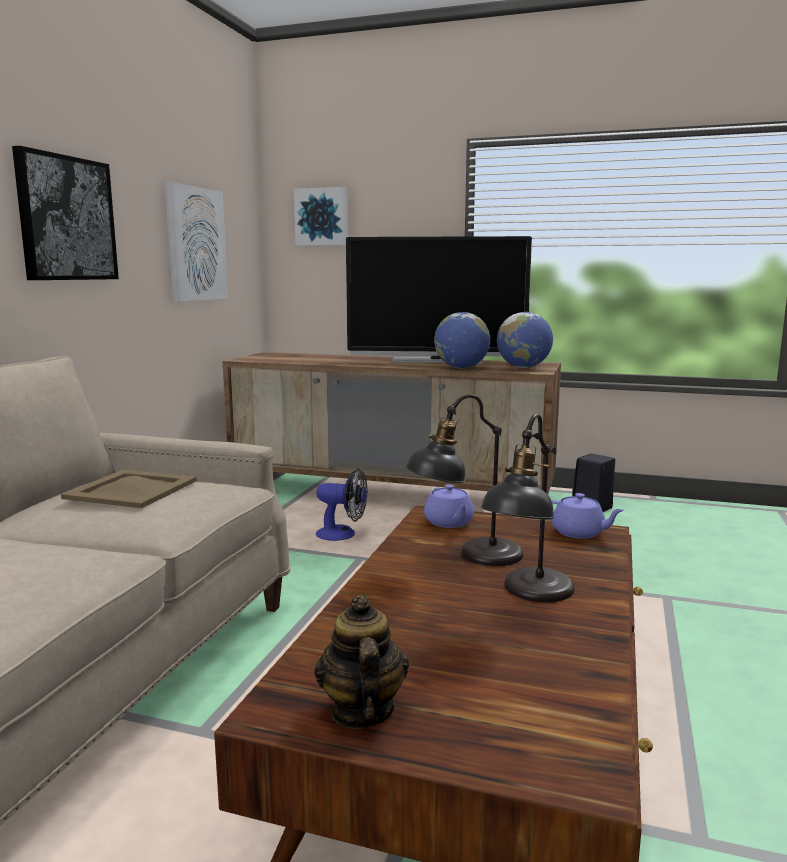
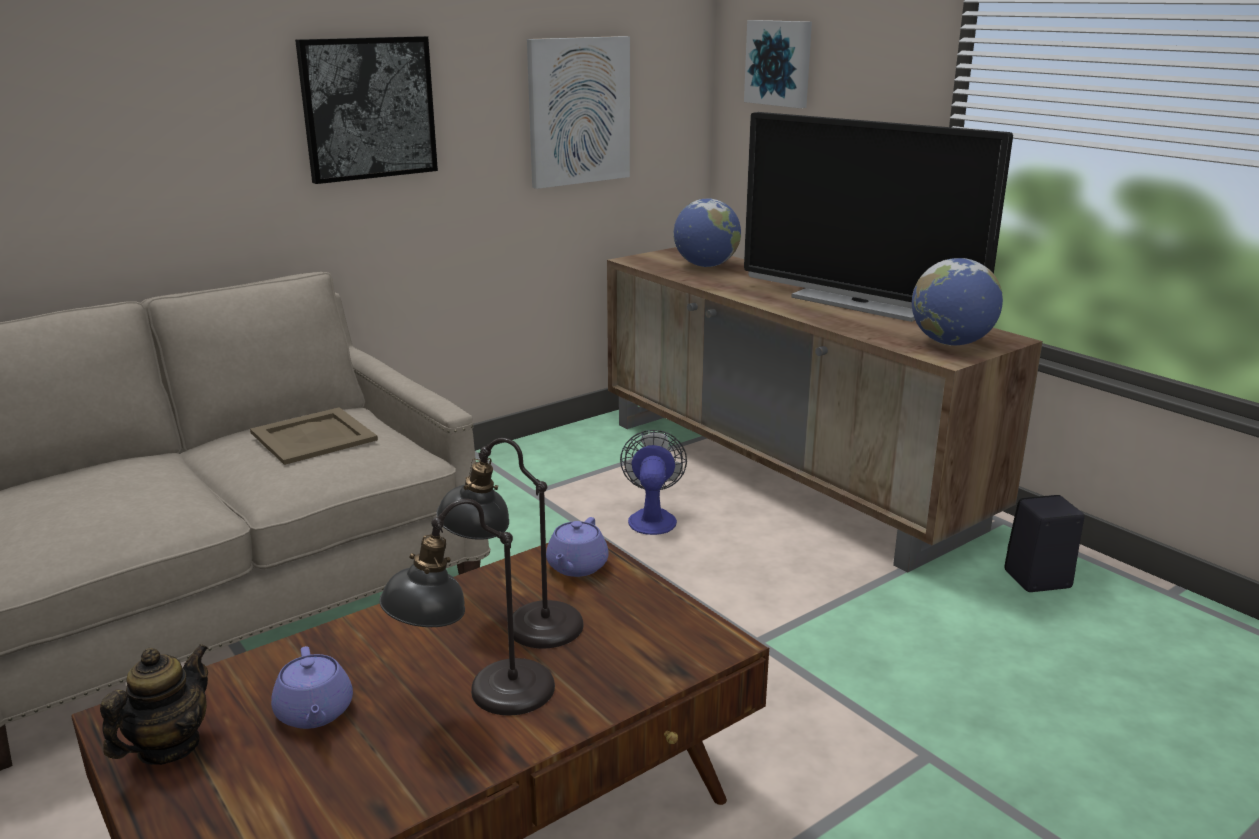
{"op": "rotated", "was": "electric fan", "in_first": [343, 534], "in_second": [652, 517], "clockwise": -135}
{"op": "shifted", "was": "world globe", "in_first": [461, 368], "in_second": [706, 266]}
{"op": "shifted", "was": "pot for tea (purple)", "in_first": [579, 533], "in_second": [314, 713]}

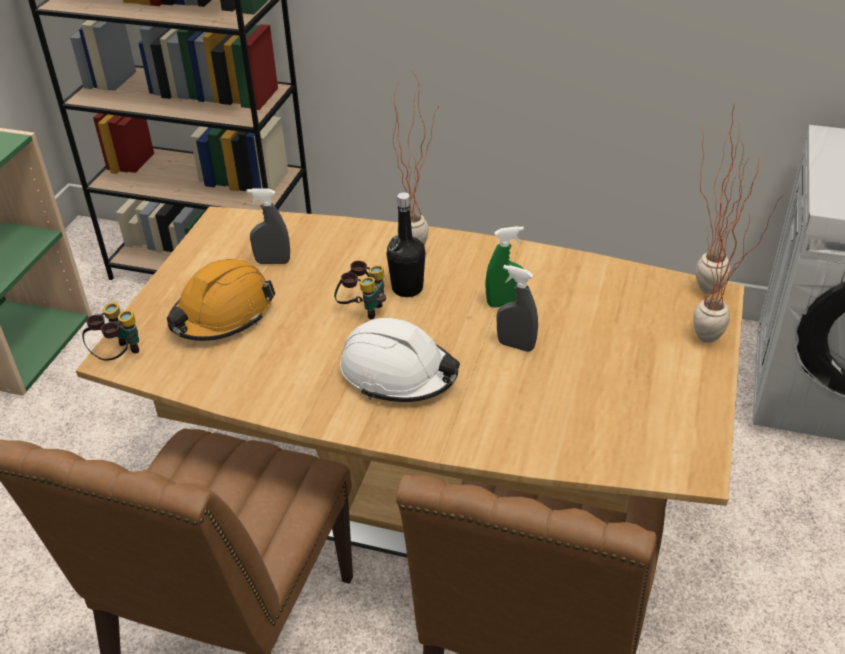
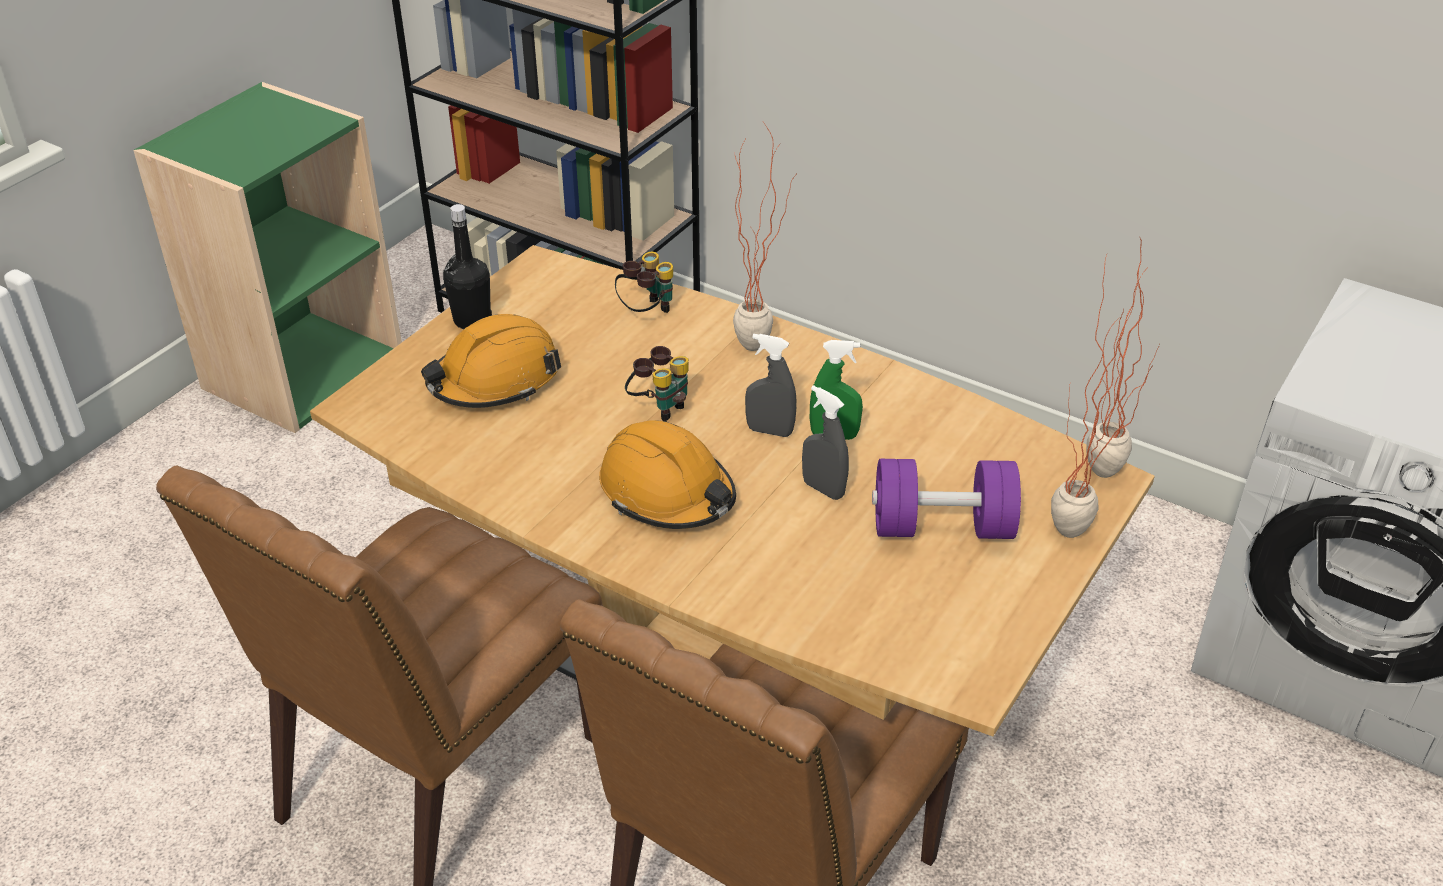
{"op": "shifted", "was": "binoculars", "in_first": [118, 356], "in_second": [646, 311]}
{"op": "shifted", "was": "spray bottle (greyish)", "in_first": [273, 262], "in_second": [769, 431]}
{"op": "repainted", "was": "safety helmet (white)", "now": "safety helmet (orange-coloured)", "in_first": [398, 374], "in_second": [667, 493]}
{"op": "shifted", "was": "bottle (black-coloured)", "in_first": [407, 288], "in_second": [472, 320]}
{"op": "new", "now": "dumbbell (purple)", "in_second": [942, 527]}

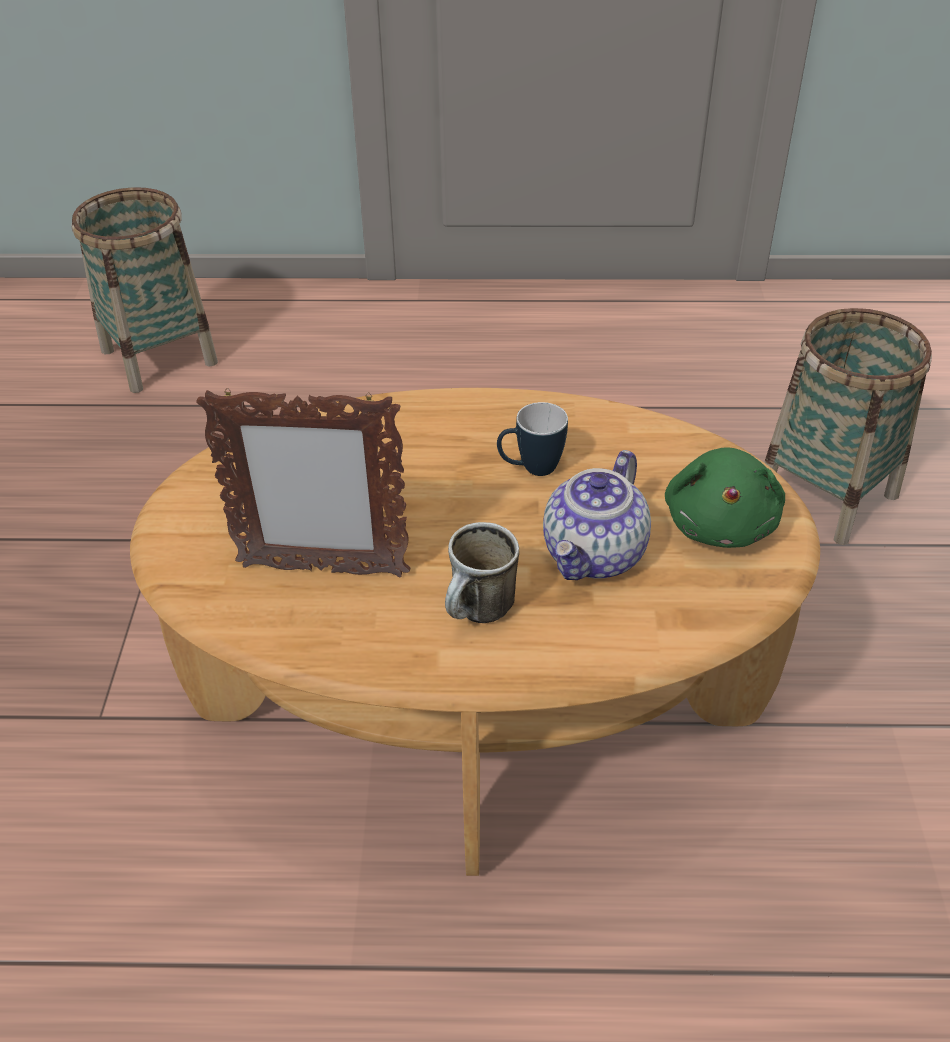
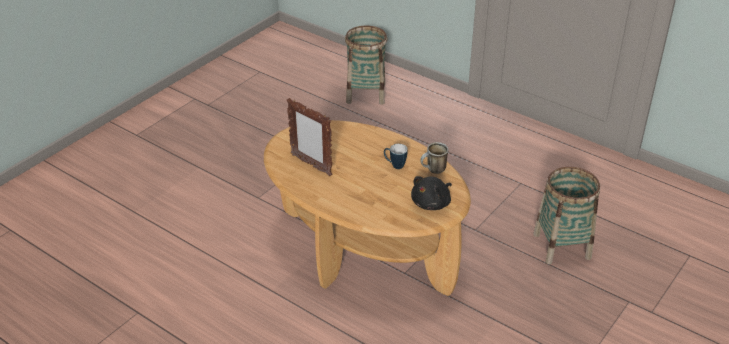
{"op": "shifted", "was": "tea mug", "in_first": [480, 614], "in_second": [433, 170]}
{"op": "gone", "was": "pot for tea", "in_first": [595, 555]}
{"op": "repainted", "was": "cuddly toy (green)", "now": "cuddly toy (black-coloured)", "in_first": [720, 523], "in_second": [432, 203]}

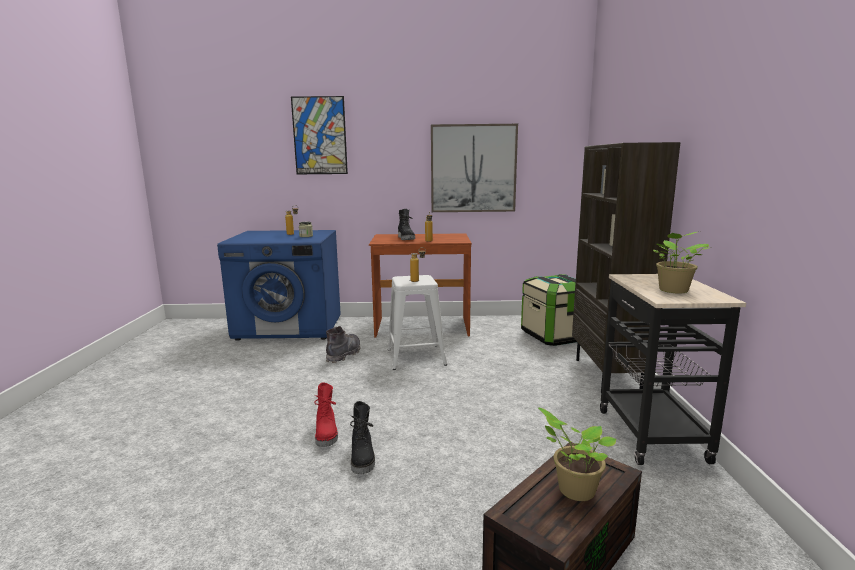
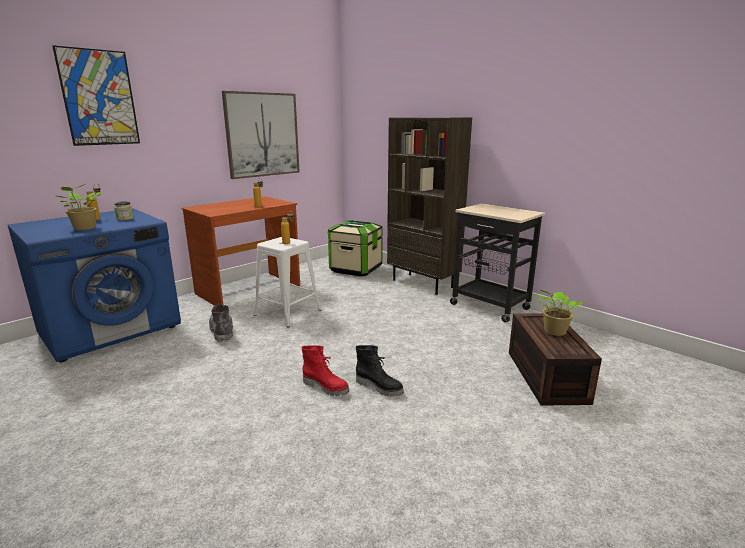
{"op": "gone", "was": "boot (black-coloured)", "in_first": [406, 239]}
{"op": "shifted", "was": "houseplant", "in_first": [673, 291], "in_second": [84, 228]}

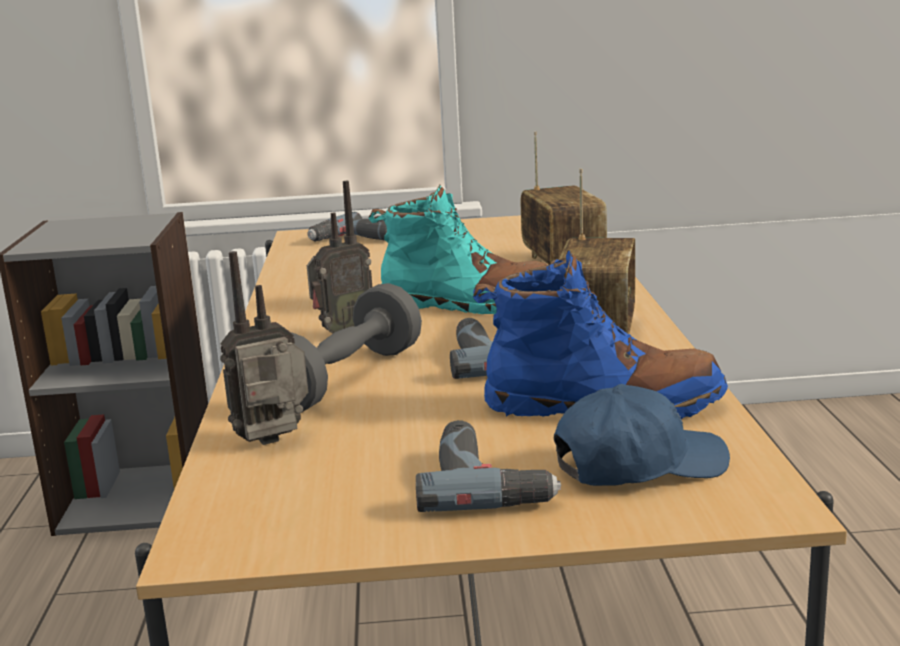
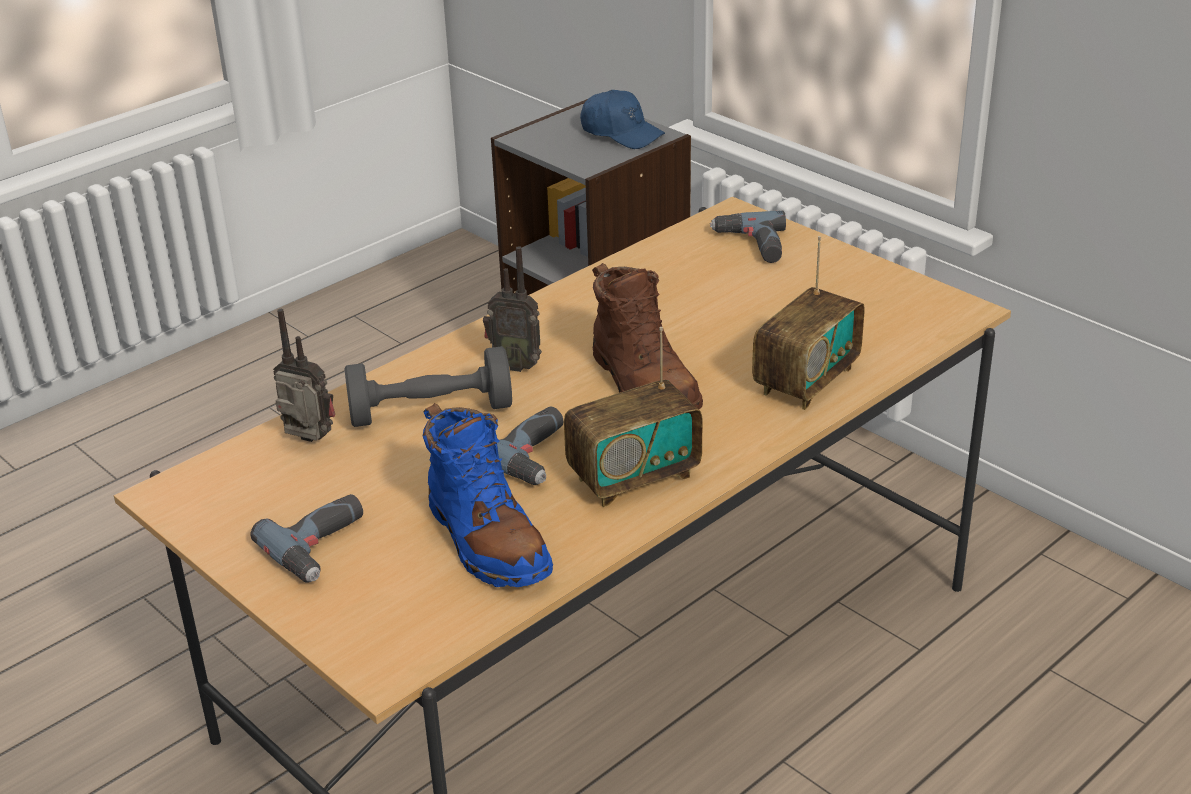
{"op": "repainted", "was": "boot (turquoise)", "now": "boot (brownish)", "in_first": [466, 304], "in_second": [643, 383]}
{"op": "shifted", "was": "peaked cap (bluish)", "in_first": [638, 465], "in_second": [621, 133]}

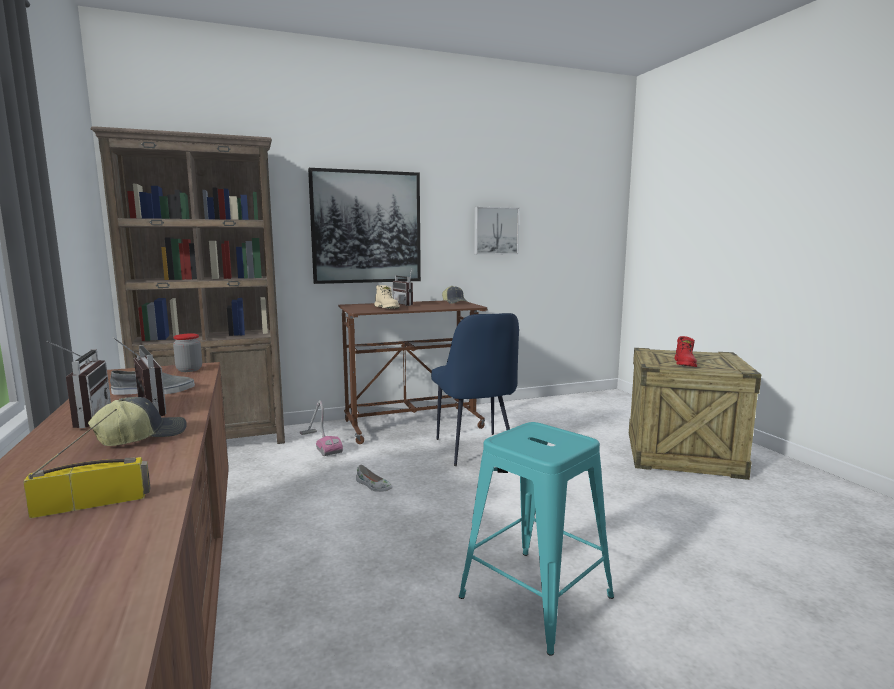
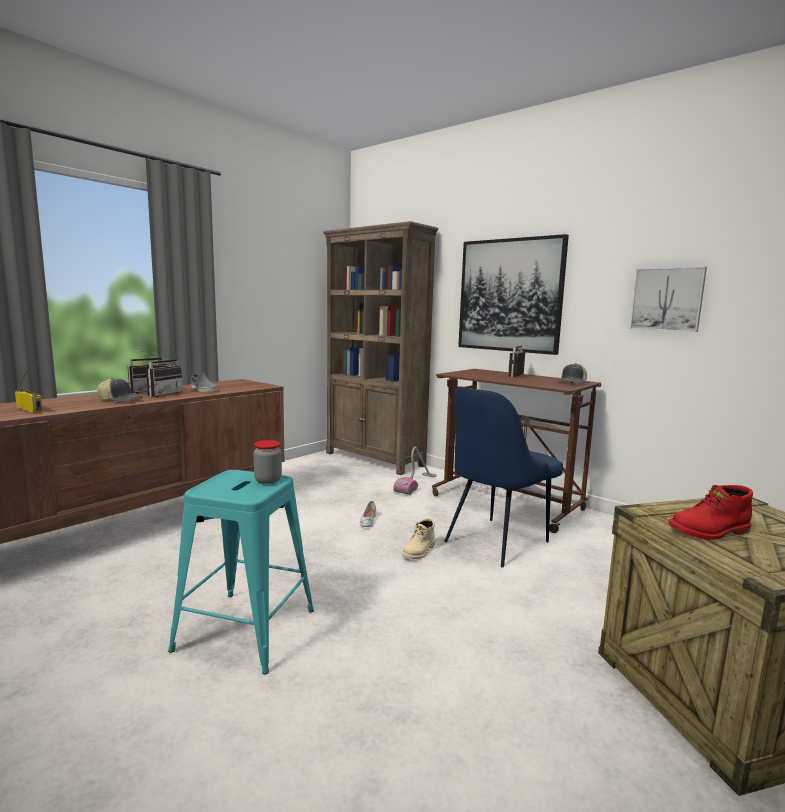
{"op": "shifted", "was": "jar", "in_first": [189, 370], "in_second": [268, 480]}
{"op": "shifted", "was": "boot (beige)", "in_first": [387, 308], "in_second": [419, 551]}

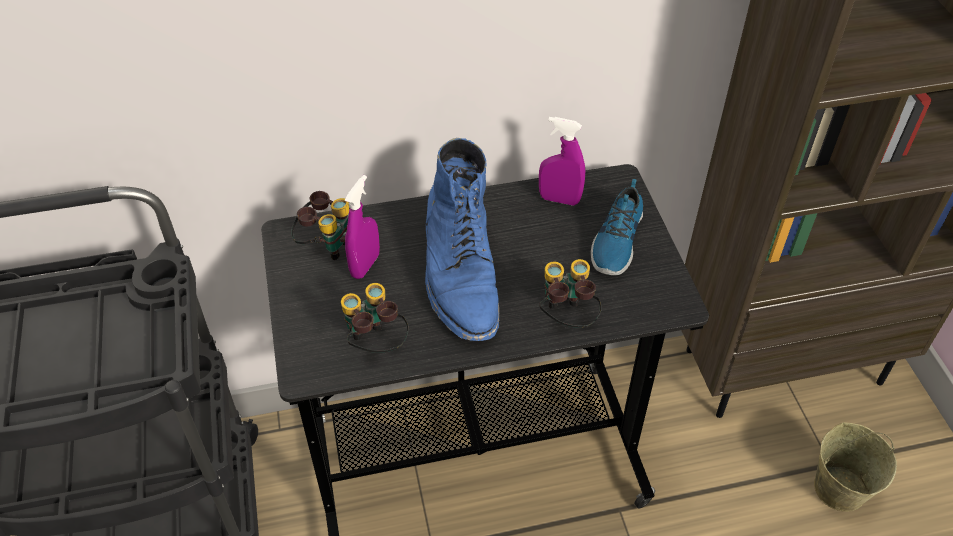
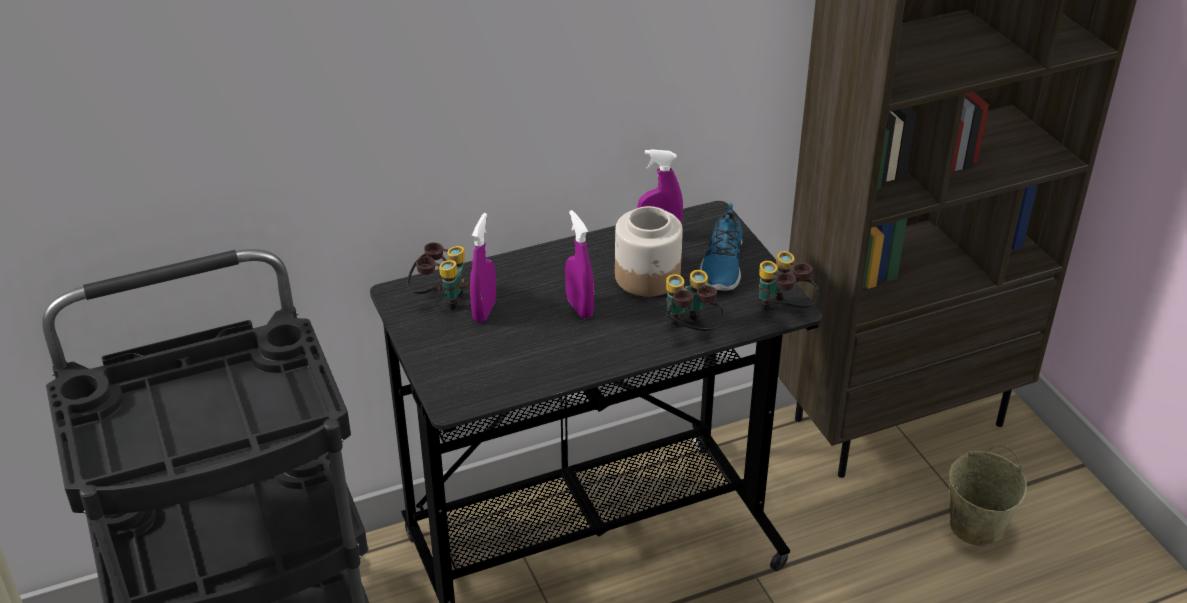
{"op": "shifted", "was": "binoculars", "in_first": [375, 344], "in_second": [784, 312]}
{"op": "swapped", "was": "boot (bluish)", "now": "spray bottle (purple)", "in_first": [460, 274], "in_second": [579, 307]}
{"op": "new", "now": "jar", "in_second": [648, 277]}

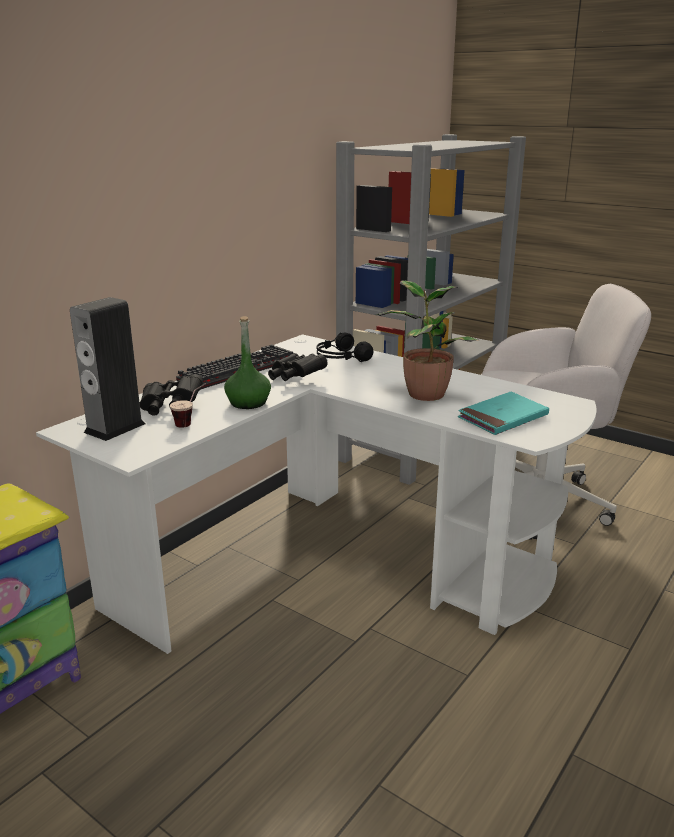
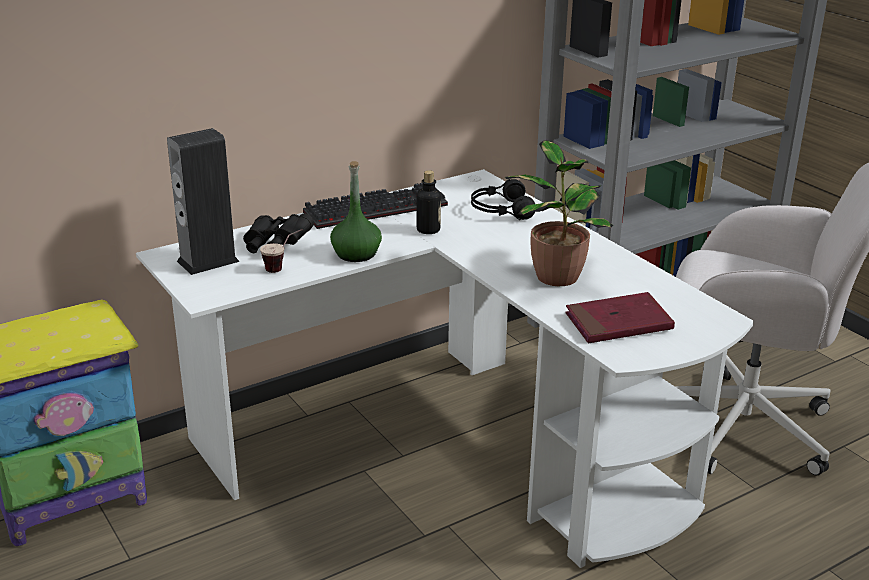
{"op": "swapped", "was": "binoculars (black-coloured)", "now": "bottle", "in_first": [294, 378], "in_second": [428, 230]}
{"op": "repainted", "was": "book (turquoise)", "now": "book (red)", "in_first": [503, 417], "in_second": [618, 323]}

